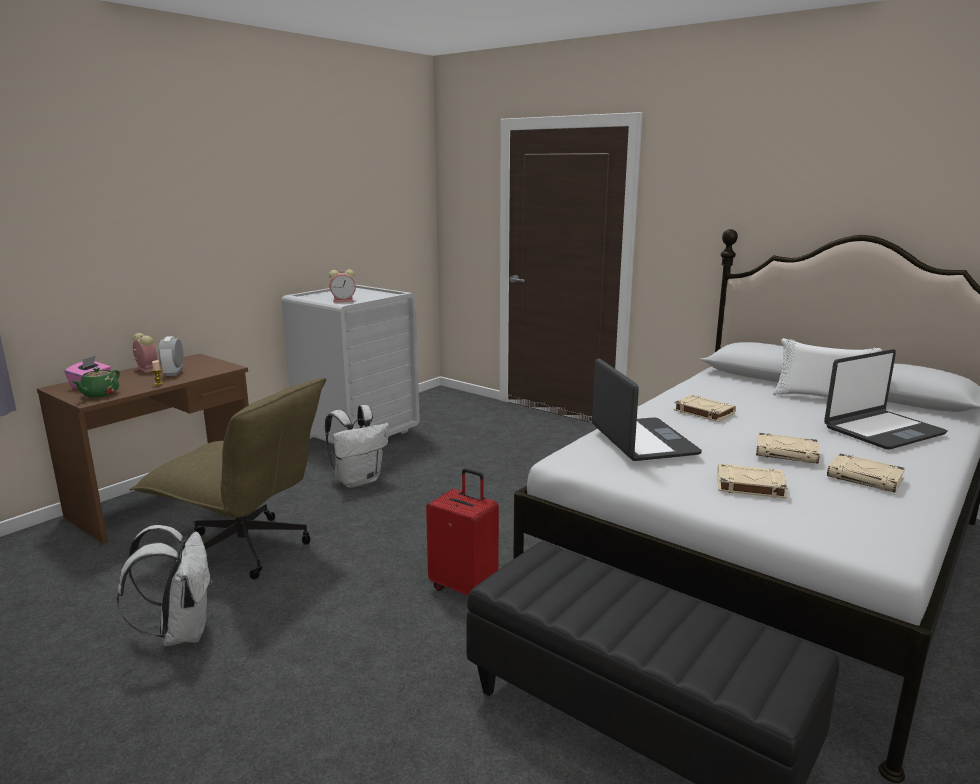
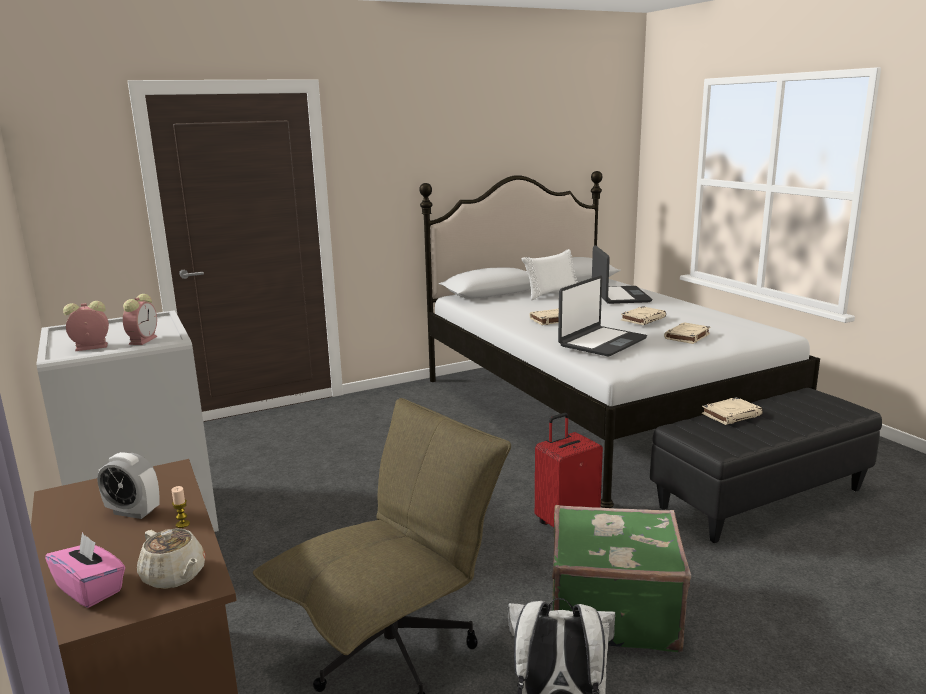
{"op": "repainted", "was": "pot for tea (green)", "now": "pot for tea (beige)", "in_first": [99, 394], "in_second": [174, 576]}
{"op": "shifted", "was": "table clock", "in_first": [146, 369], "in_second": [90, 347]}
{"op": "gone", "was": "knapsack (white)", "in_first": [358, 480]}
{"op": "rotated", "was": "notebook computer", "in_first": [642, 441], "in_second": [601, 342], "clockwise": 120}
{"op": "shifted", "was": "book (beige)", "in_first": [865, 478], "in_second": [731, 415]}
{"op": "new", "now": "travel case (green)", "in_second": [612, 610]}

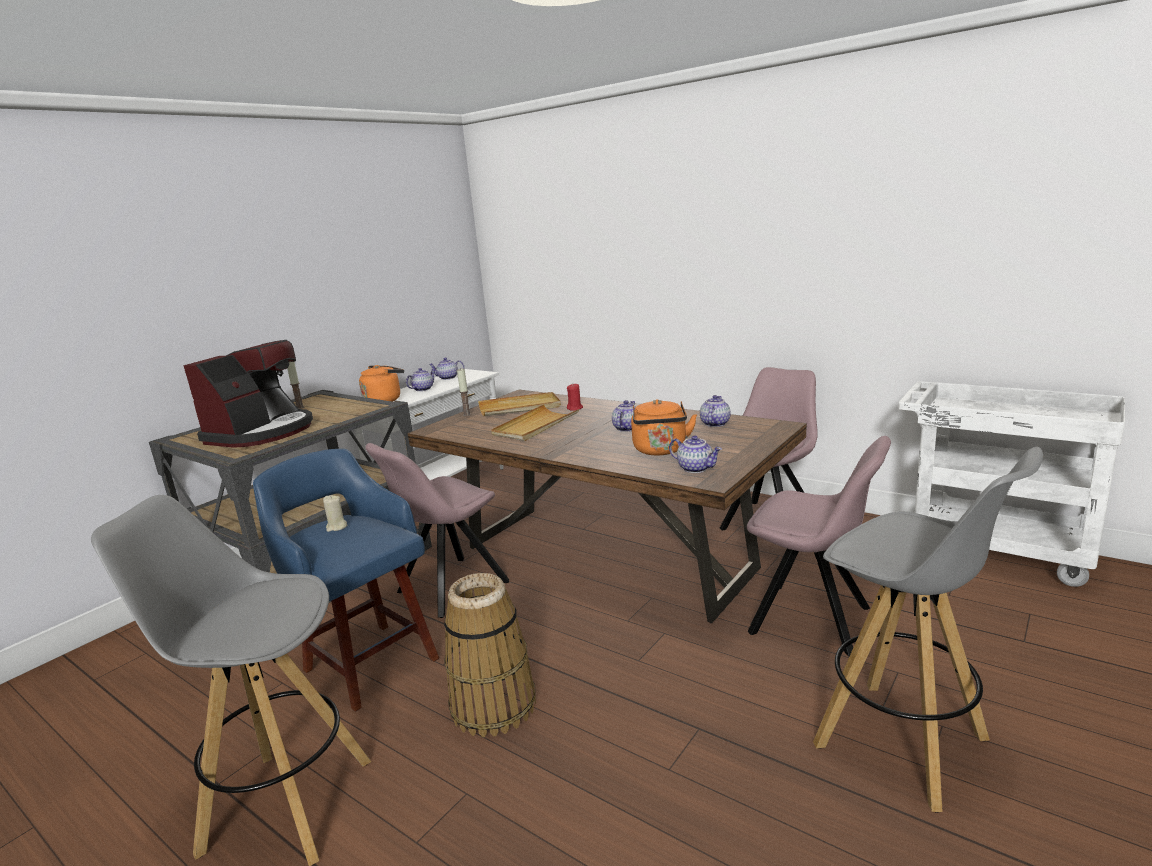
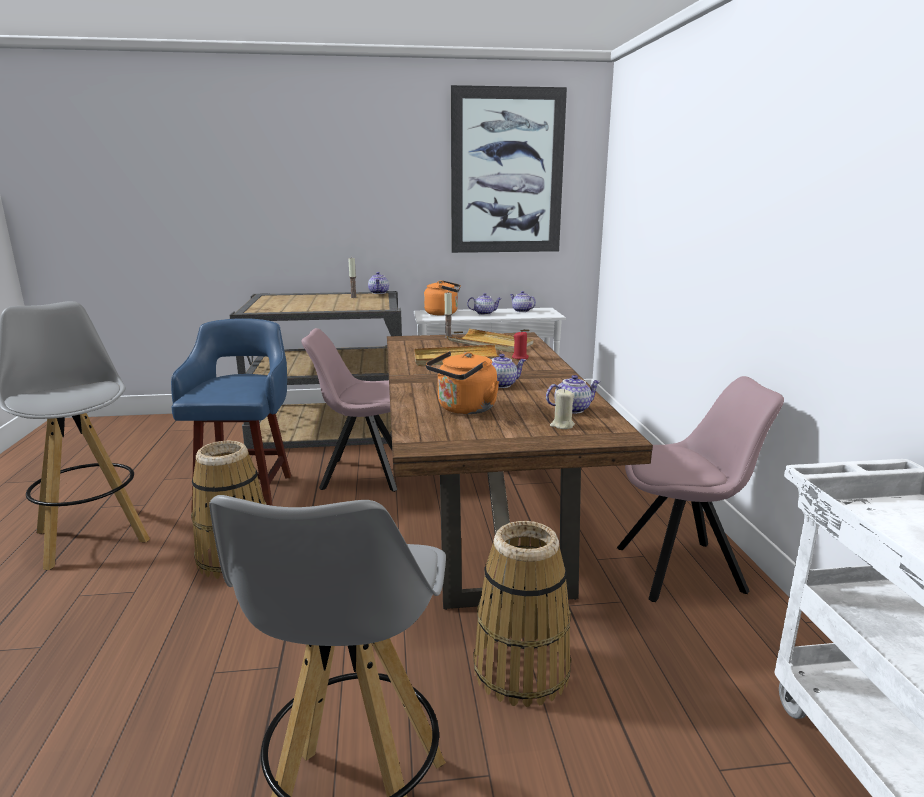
{"op": "gone", "was": "coffee maker", "in_first": [262, 432]}
{"op": "shifted", "was": "wax candle (beige)", "in_first": [336, 527], "in_second": [562, 425]}
{"op": "shifted", "was": "pot for tea", "in_first": [696, 468], "in_second": [379, 293]}
{"op": "swapped", "was": "plain chair (pinkish)", "now": "basket", "in_first": [811, 620], "in_second": [521, 670]}
{"op": "new", "now": "wall art", "in_second": [507, 172]}

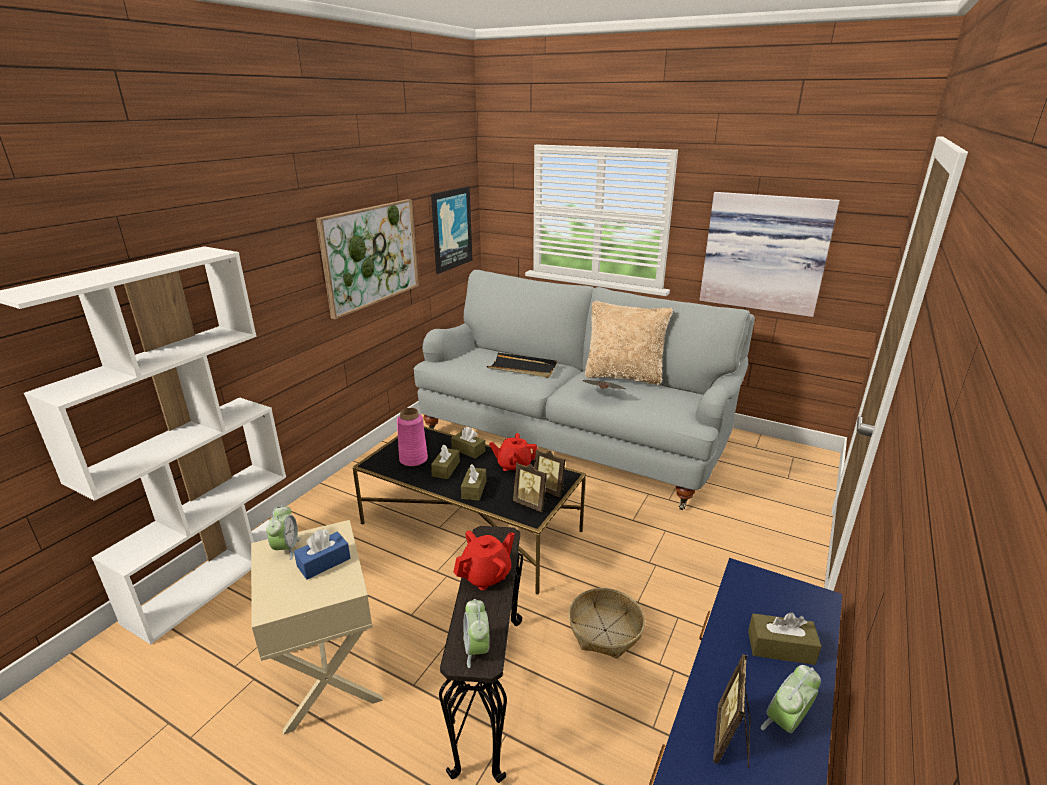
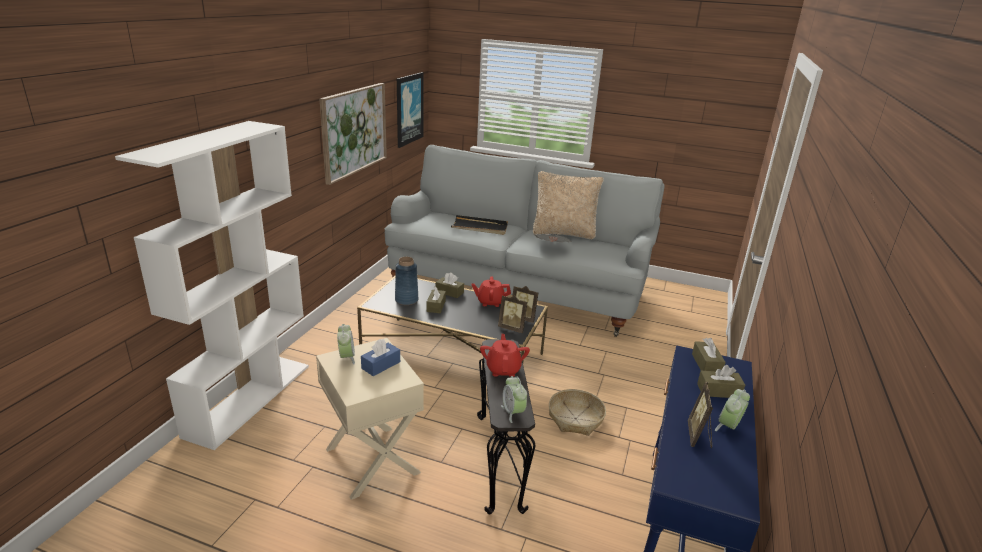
{"op": "repainted", "was": "decorative vase (pinkish)", "now": "decorative vase (bluish)", "in_first": [413, 459], "in_second": [406, 300]}
{"op": "rotated", "was": "pot for tea (red)", "in_first": [486, 575], "in_second": [503, 369], "clockwise": -45}
{"op": "shifted", "was": "tissue box (brownish)", "in_first": [474, 489], "in_second": [706, 364]}
{"op": "gone", "was": "wall art", "in_first": [765, 252]}

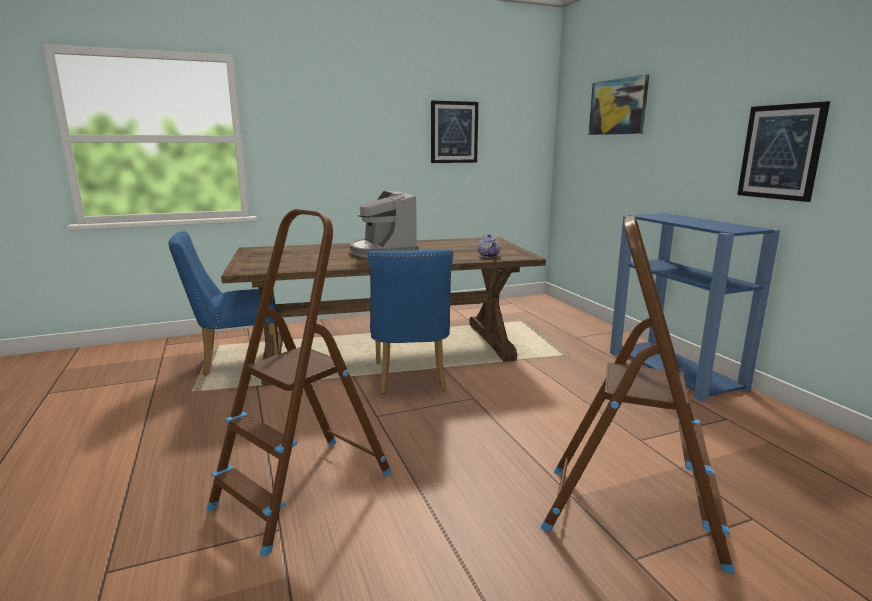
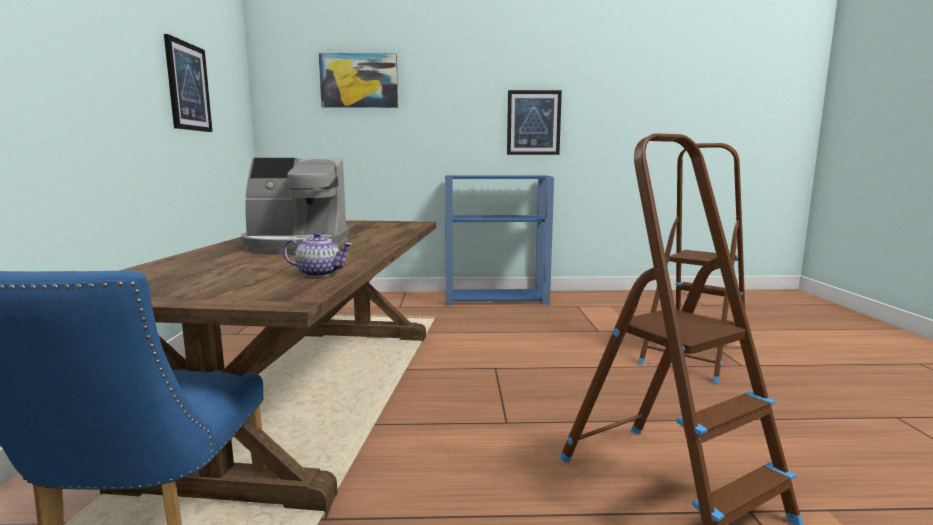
{"op": "gone", "was": "plain chair (bluish)", "in_first": [410, 379]}
{"op": "shifted", "was": "pot for tea", "in_first": [489, 256], "in_second": [319, 273]}

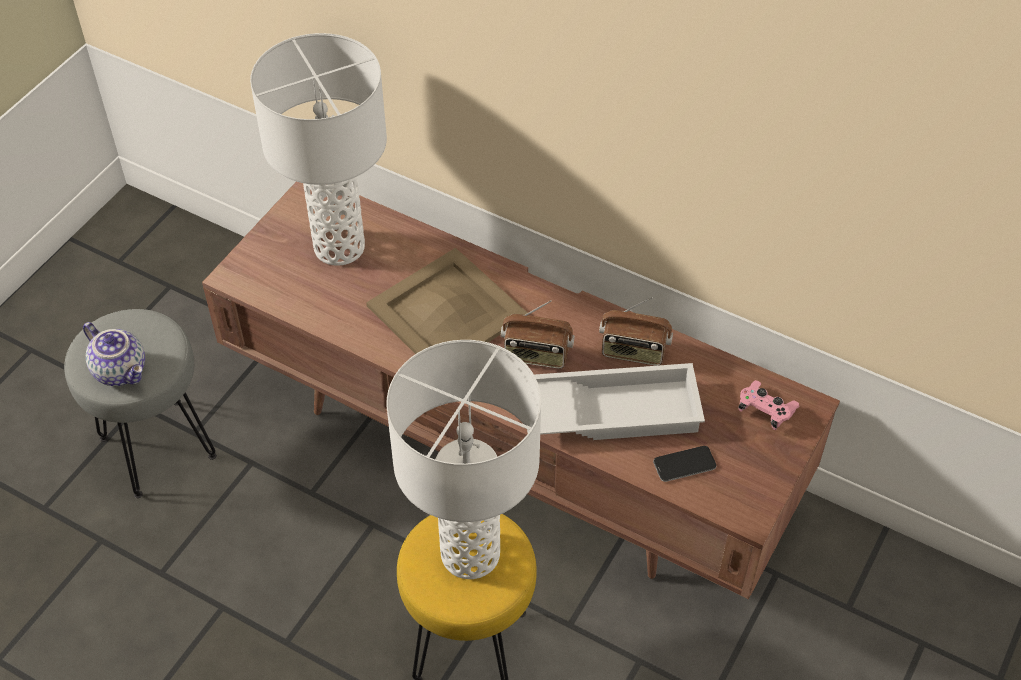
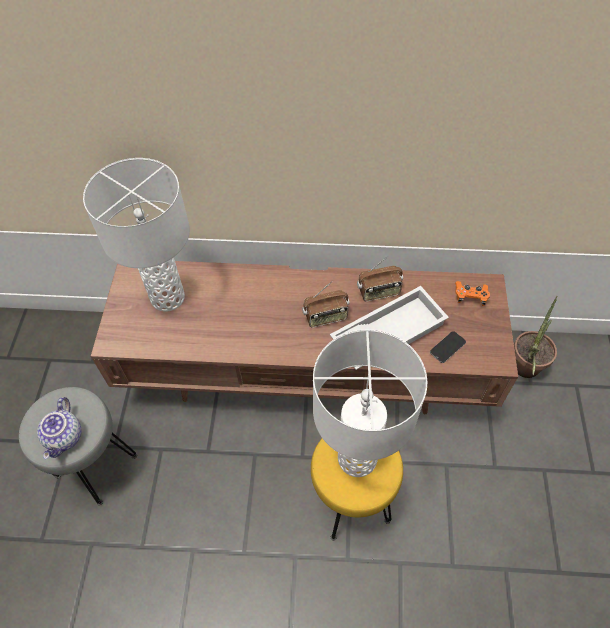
{"op": "rotated", "was": "pot for tea", "in_first": [121, 370], "in_second": [65, 437], "clockwise": 75}
{"op": "gone", "was": "carrying tray (beige)", "in_first": [448, 311]}
{"op": "repainted", "was": "game controller (pinkish)", "now": "game controller (orange-coloured)", "in_first": [765, 411], "in_second": [470, 296]}
{"op": "new", "now": "houseplant", "in_second": [523, 371]}

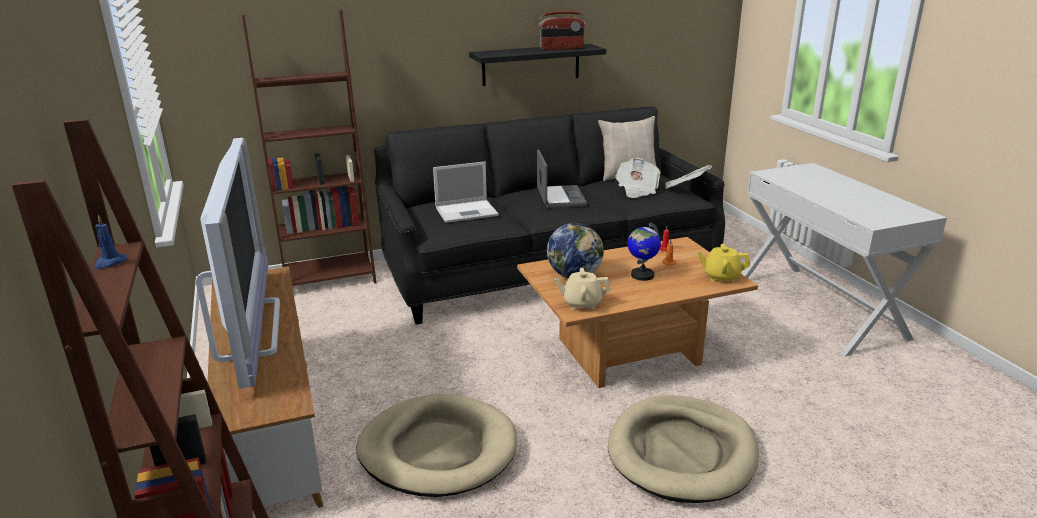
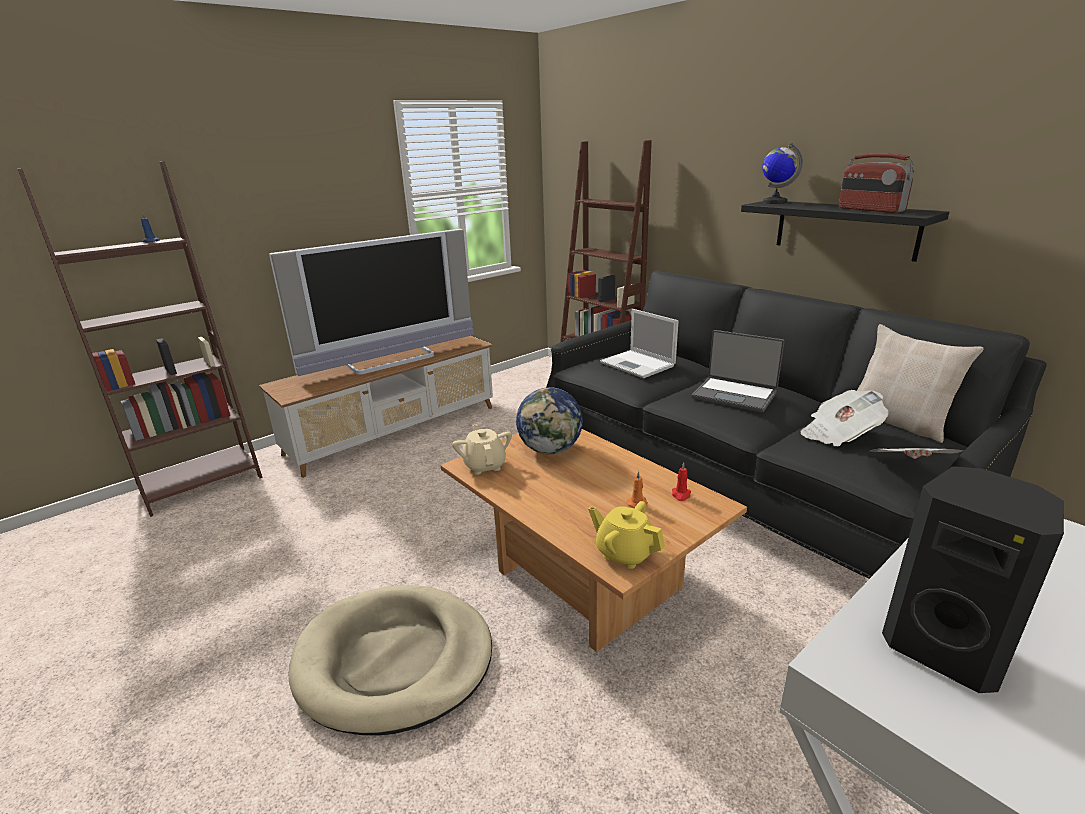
{"op": "gone", "was": "dog cushion (beige)", "in_first": [438, 450]}
{"op": "rotated", "was": "notebook computer", "in_first": [560, 198], "in_second": [734, 395], "clockwise": 60}
{"op": "shifted", "was": "world globe", "in_first": [642, 275], "in_second": [774, 202]}
{"op": "rotated", "was": "pot for tea (yellow)", "in_first": [721, 277], "in_second": [624, 553], "clockwise": -45}
{"op": "new", "now": "speaker (black-coloured)", "in_second": [944, 648]}

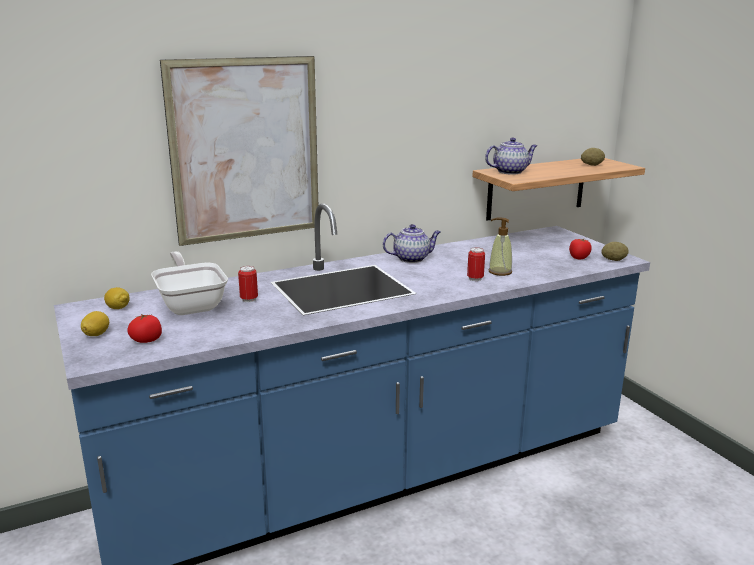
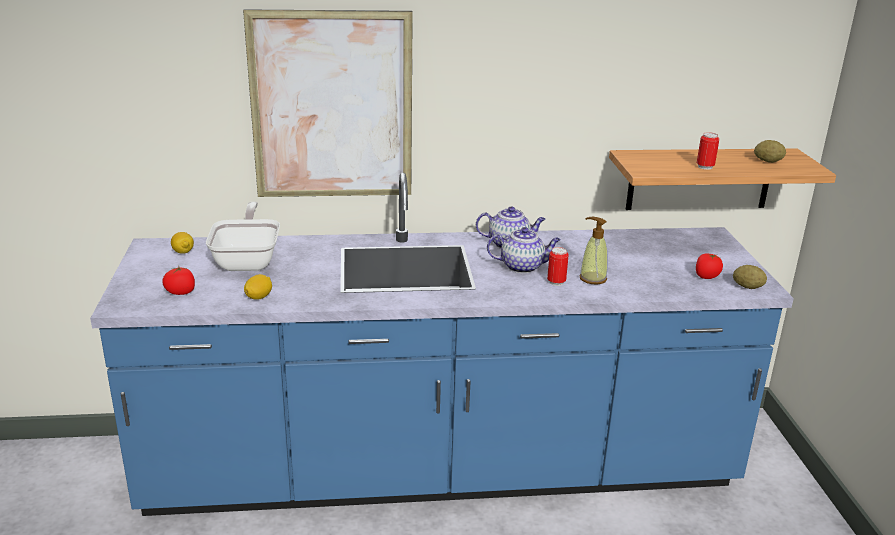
{"op": "shifted", "was": "citrus fruit", "in_first": [96, 334], "in_second": [259, 297]}
{"op": "shifted", "was": "sealed can", "in_first": [249, 299], "in_second": [705, 167]}
{"op": "shifted", "was": "pot for tea", "in_first": [510, 172], "in_second": [522, 266]}

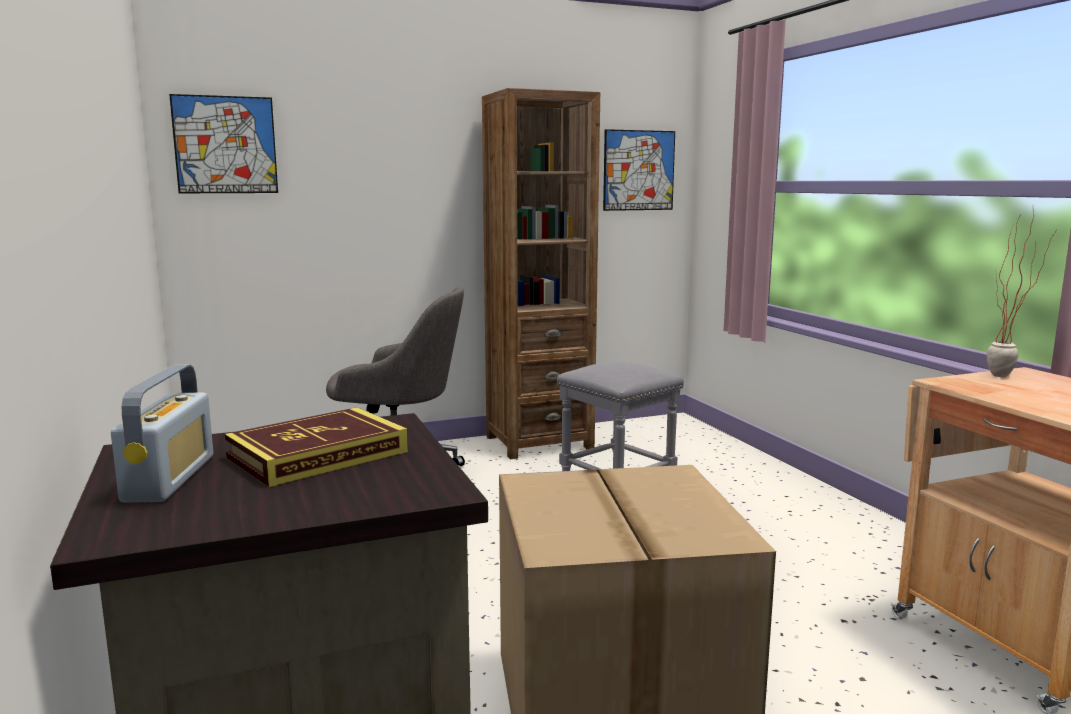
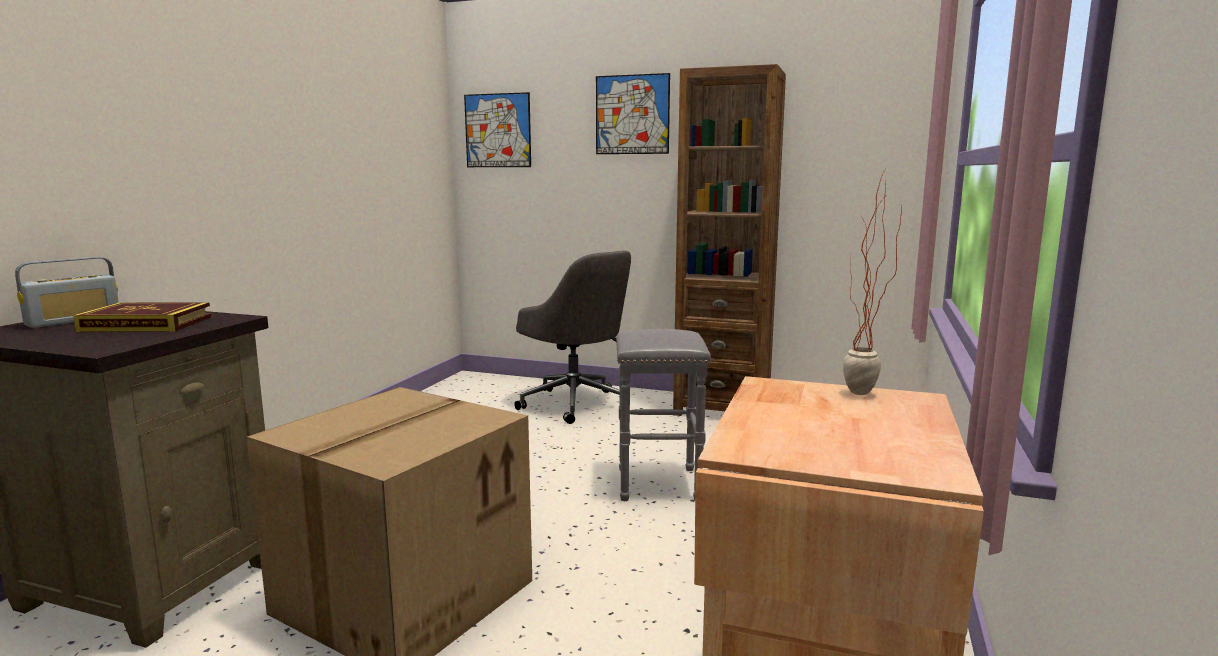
{"op": "shifted", "was": "wall art", "in_first": [639, 170], "in_second": [632, 114]}

